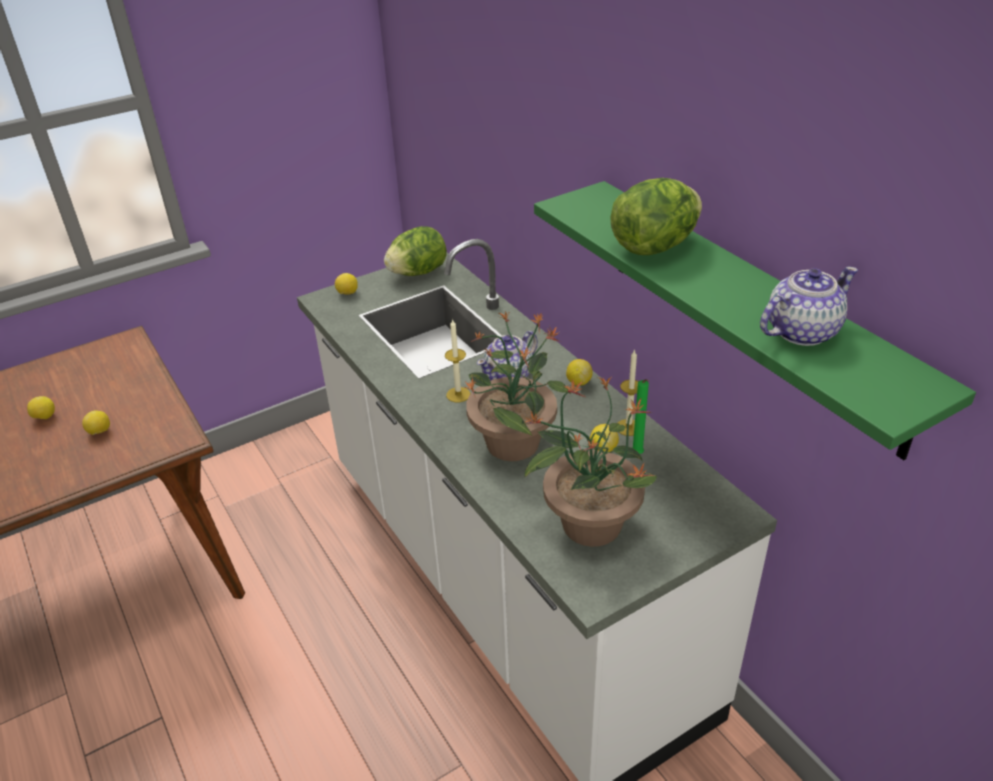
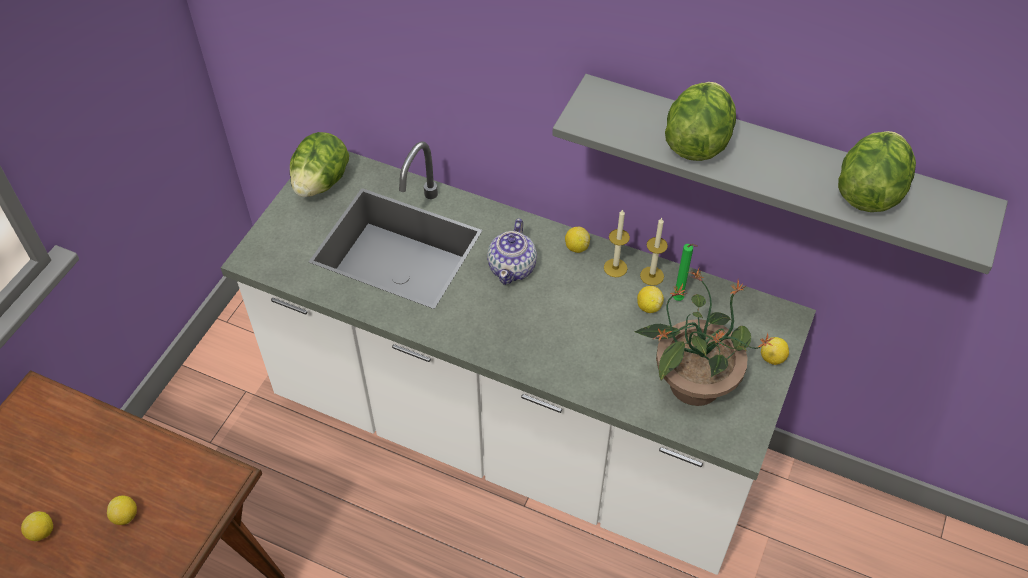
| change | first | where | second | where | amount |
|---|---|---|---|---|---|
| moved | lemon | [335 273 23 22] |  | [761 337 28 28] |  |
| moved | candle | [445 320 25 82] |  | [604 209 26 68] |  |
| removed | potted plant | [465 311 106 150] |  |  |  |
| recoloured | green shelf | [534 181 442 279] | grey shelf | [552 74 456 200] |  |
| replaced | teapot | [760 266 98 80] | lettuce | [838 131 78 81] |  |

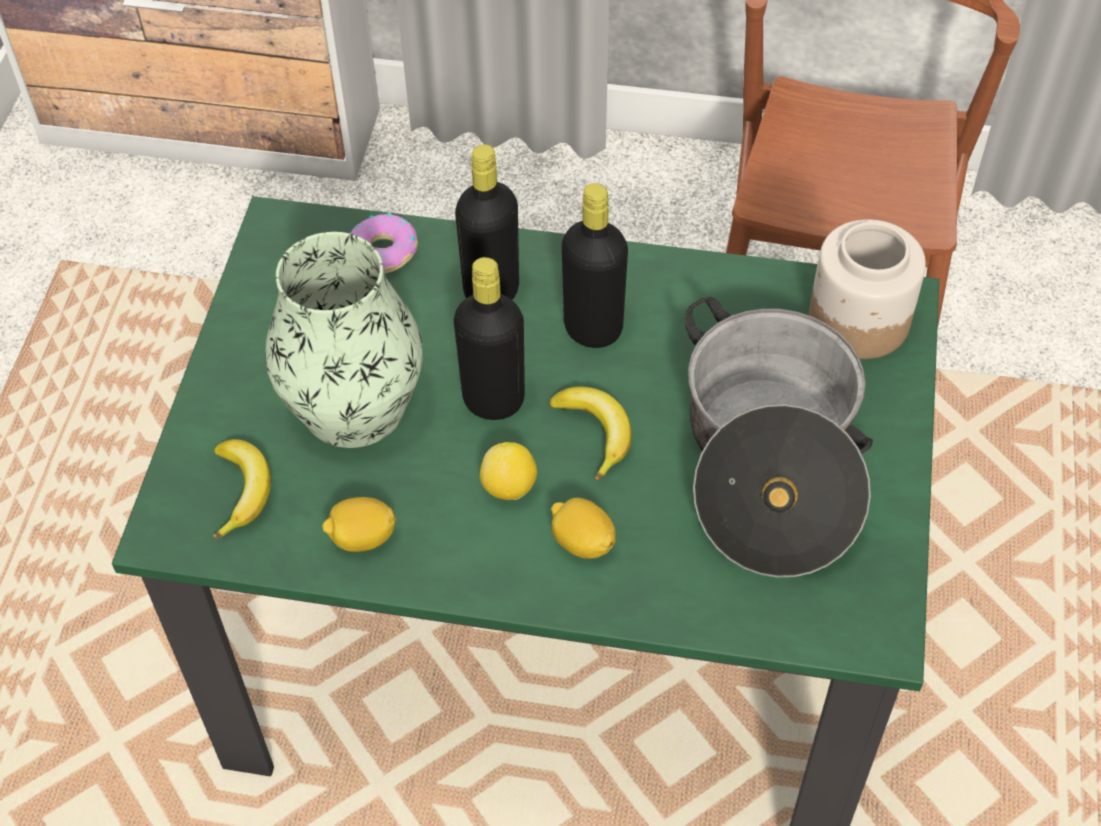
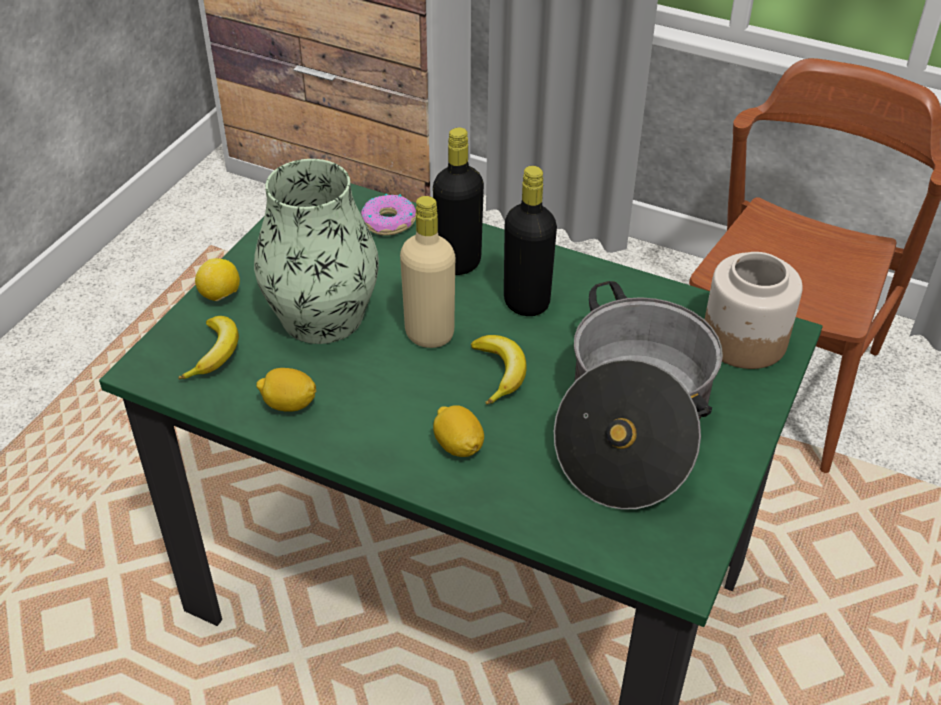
| change | first | where | second | where | amount |
|---|---|---|---|---|---|
| recoloured | black bottle | [454 257 71 163] | beige bottle | [400 196 55 152] |  |
| moved | lemon | [480 442 57 58] |  | [195 258 45 43] |  |

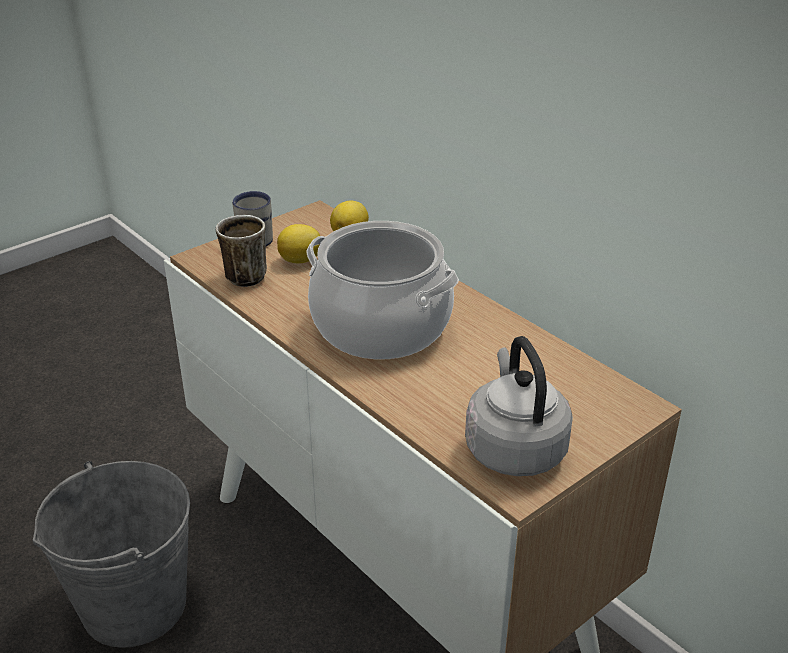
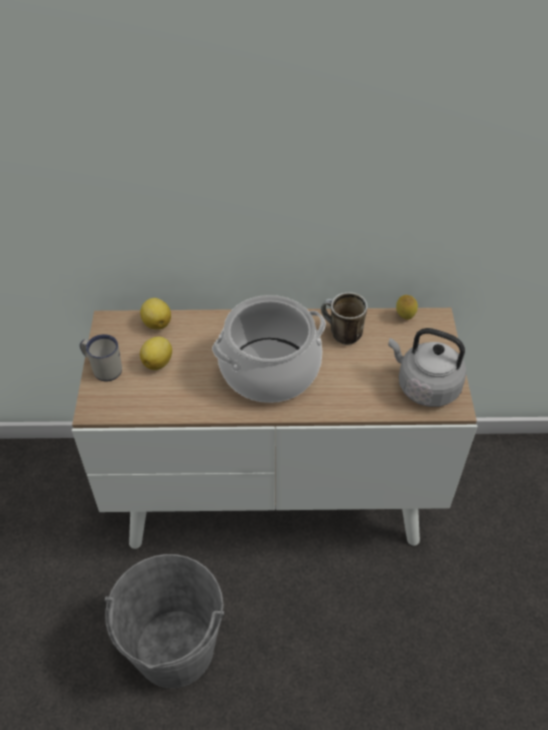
| change | first | where | second | where | amount |
|---|---|---|---|---|---|
| moved | mug | [216 215 51 72] |  | [321 292 47 53] |  |
| added |  |  | lemon | [396 295 22 25] |  |

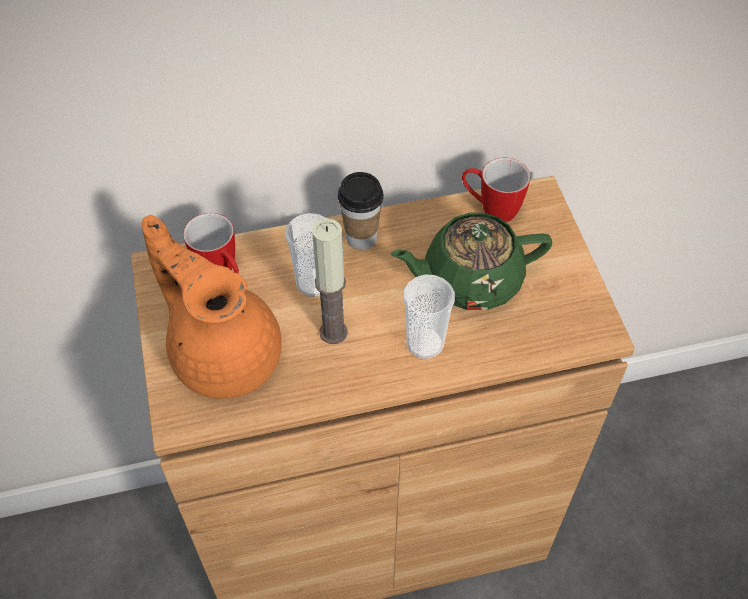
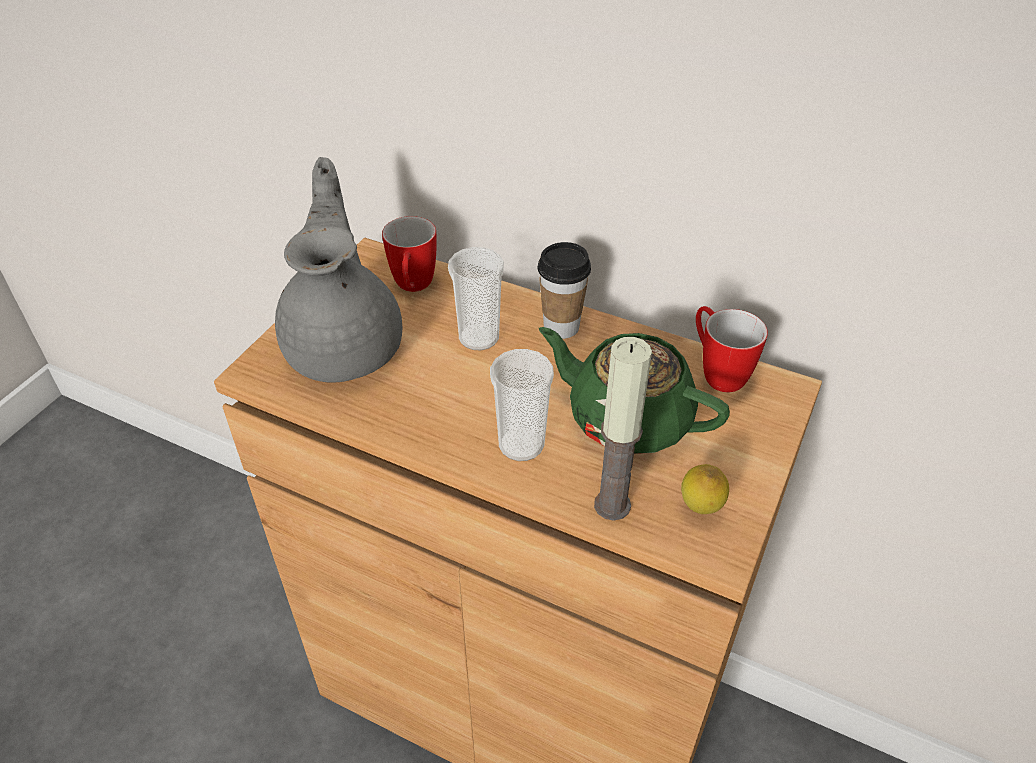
| change | first | where | second | where | amount |
|---|---|---|---|---|---|
| recoloured | orange teapot | [142 215 140 183] | grey teapot | [275 157 127 225] |  |
| moved | candle | [312 218 36 126] |  | [594 337 58 184] |  |
| added |  |  | lemon | [681 464 48 50] |  |

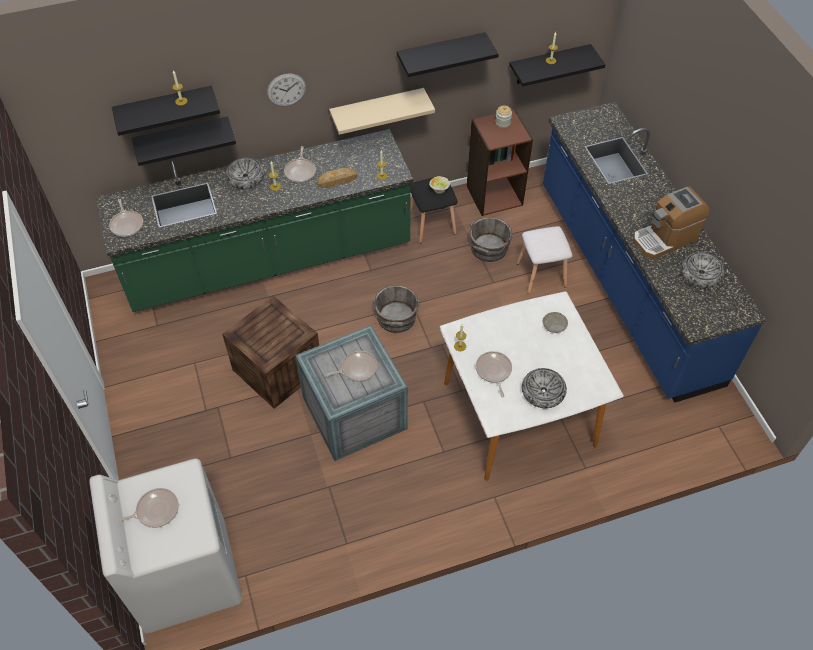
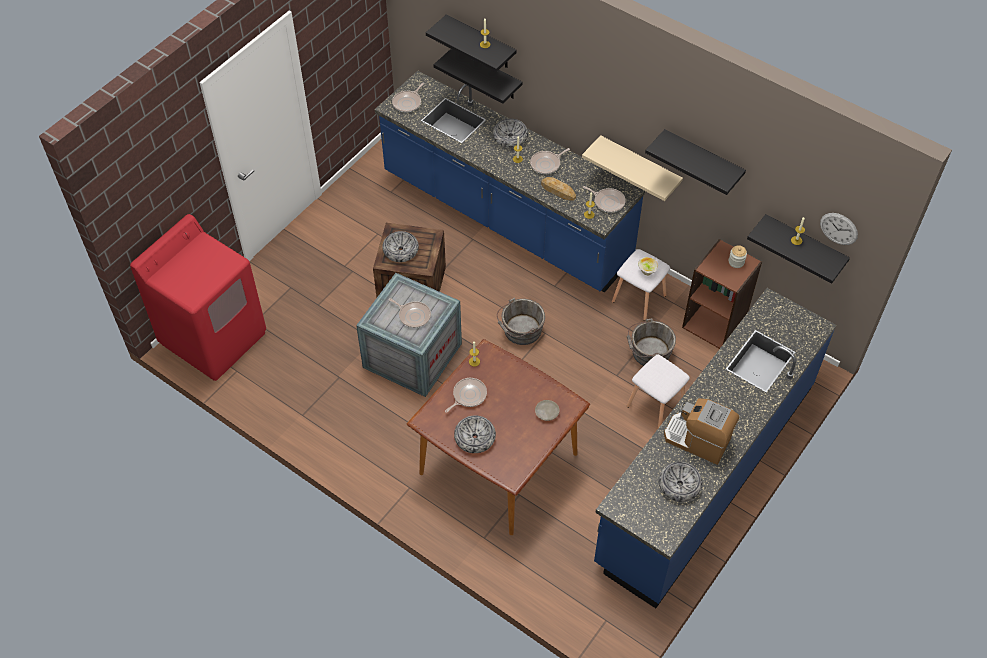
| change | first | where | second | where | amount |
|---|---|---|---|---|---|
| recoloured | white washing machine | [89 458 153 176] | red washing machine | [130 214 136 167] |  |
| recoloured | green counter | [96 129 317 183] | blue counter | [375 71 270 222] |  |
| moved | frying pan | [115 488 64 40] |  | [583 186 43 27] |  |
| moved | wall clock | [267 73 39 33] |  | [820 213 38 32] |  |
| recoloured | black stool | [410 176 48 67] | white stool | [612 249 58 72] |  |
| recoloured | white dining table | [440 291 184 190] | brown dining table | [407 339 183 196] |  |
| added |  |  | bowl | [382 231 37 31] |  |

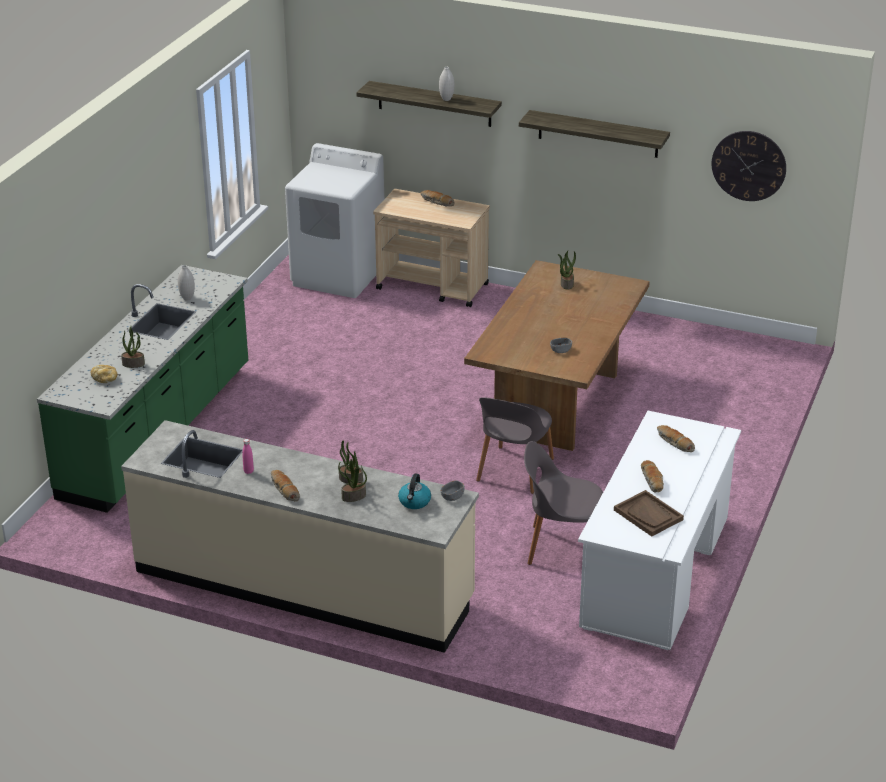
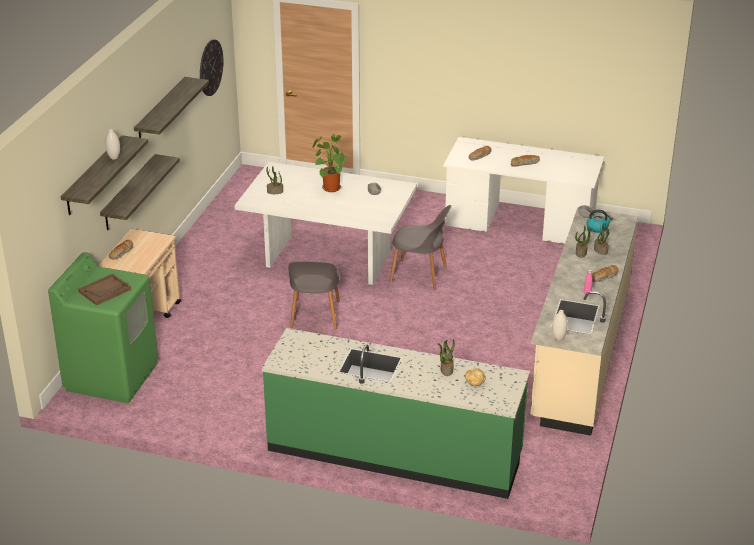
| change | first | where | second | where | amount |
|---|---|---|---|---|---|
| moved | white vase | [178 265 17 36] |  | [552 310 16 31] |  |
| recoloured | white washing machine | [285 143 99 155] | green washing machine | [48 252 110 151] |  |
| recoloured | brown dining table | [464 260 186 191] | white dining table | [235 162 182 123] |  |
| moved | grey chair | [524 441 79 124] |  | [288 261 52 68] |  |
| moved | brown tray | [614 490 70 47] |  | [78 274 53 32] |  |
| added |  |  | shelf | [100 154 80 76] |  |
| added |  |  | potted plant | [312 134 35 58] |  |

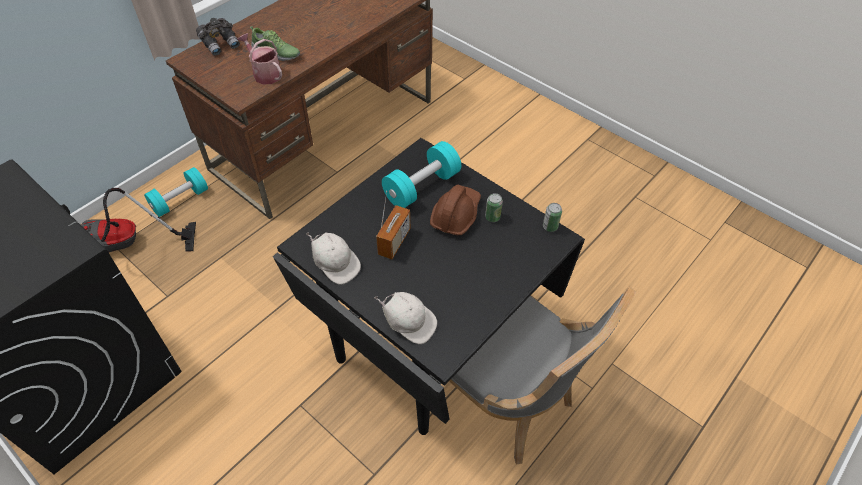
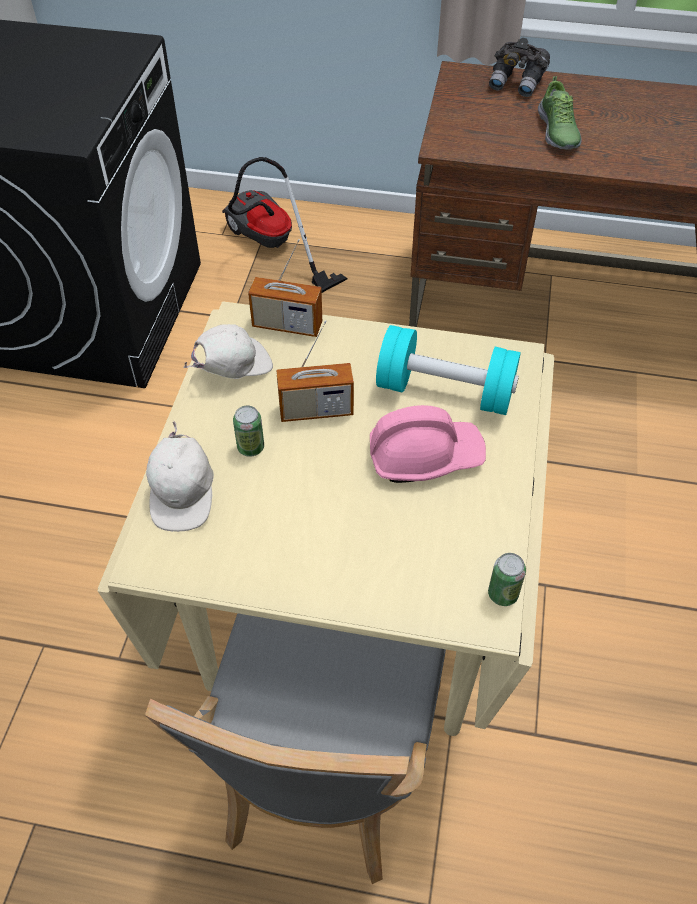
| change | first | where | second | where | amount |
|---|---|---|---|---|---|
| removed | turquoise dumbbell | [144 167 64 50] |  |  |  |
| removed | watering can | [238 33 44 52] |  |  |  |
| recoloured | black dining table | [273 138 312 297] | beige dining table | [98 301 456 435] |  |
| turned | white cap | [306 232 55 53] |  | [183 324 90 55] | 135 degrees counterclockwise |
| recoloured | brown hard hat | [430 184 51 51] | pink hard hat | [370 405 116 78] |  |
| moved | can | [485 193 18 29] |  | [233 405 31 52] |  |
| added |  |  | radio | [248 239 74 98] |  |

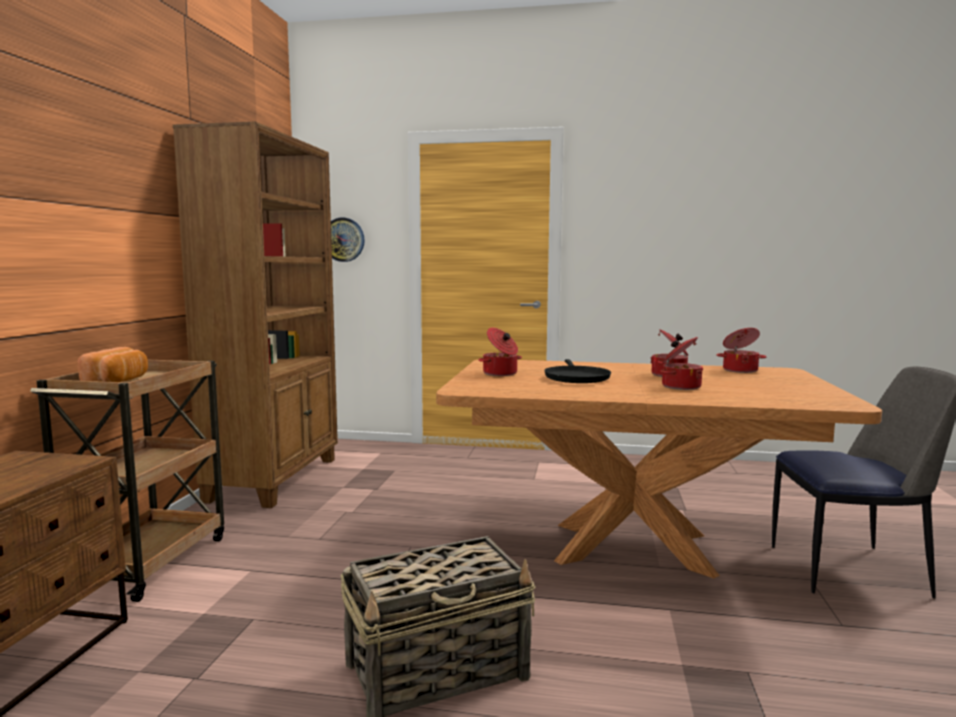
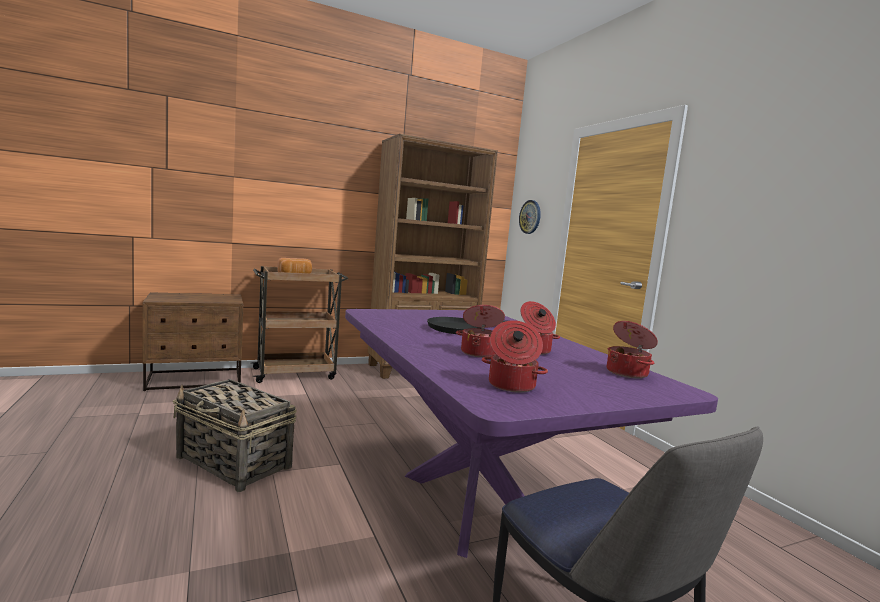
| change | first | where | second | where | amount |
|---|---|---|---|---|---|
| recoloured | brown dining table | [436 360 446 218] | purple dining table | [345 309 373 249] |  |
| moved | cooking pot | [478 328 44 48] |  | [482 320 66 73] |  |

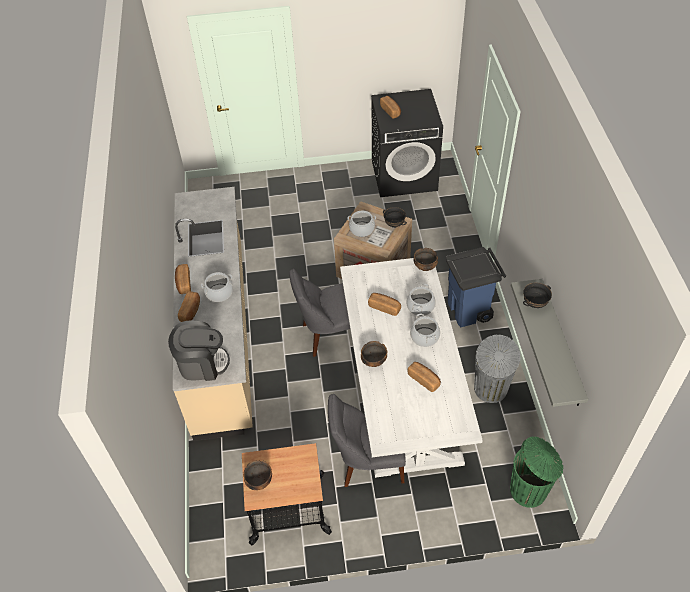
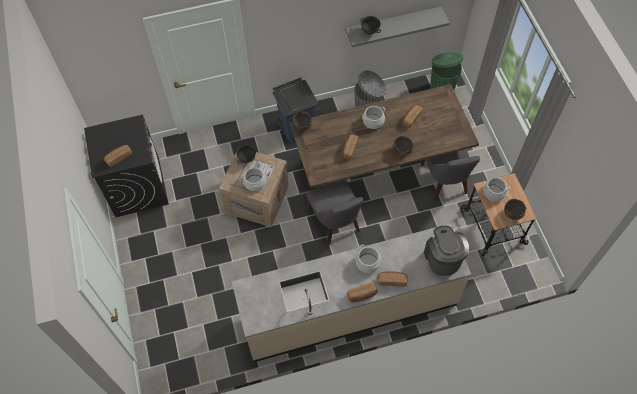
| change | first | where | second | where | amount |
|---|---|---|---|---|---|
| recoloured | white dining table | [340 258 143 220] | brown dining table | [290 84 189 104] |  |
| moved | cooking pot | [407 284 29 32] |  | [483 177 27 24] |  |

